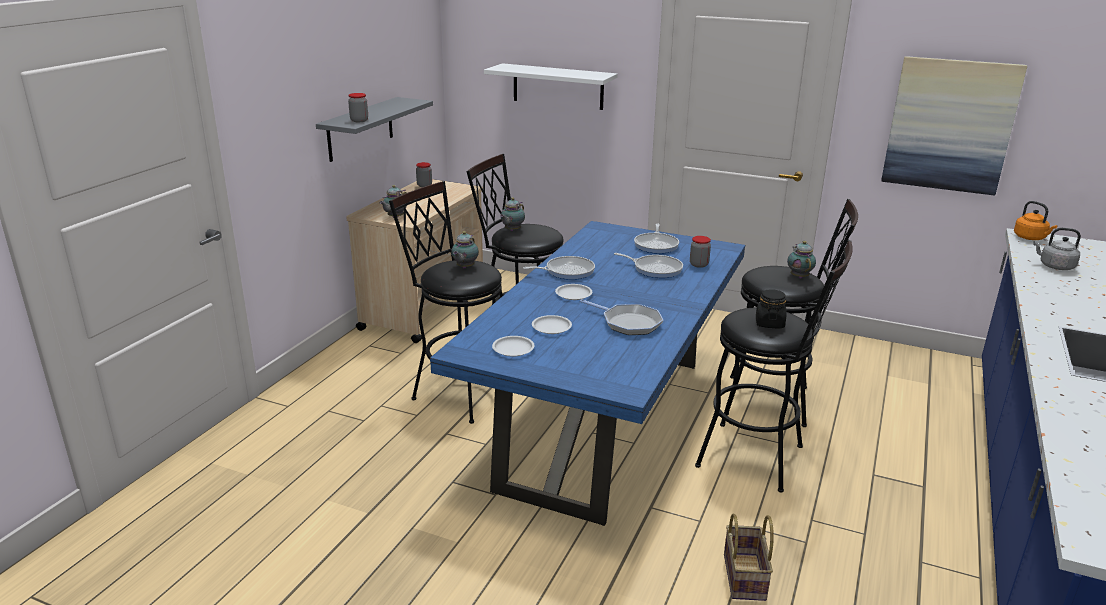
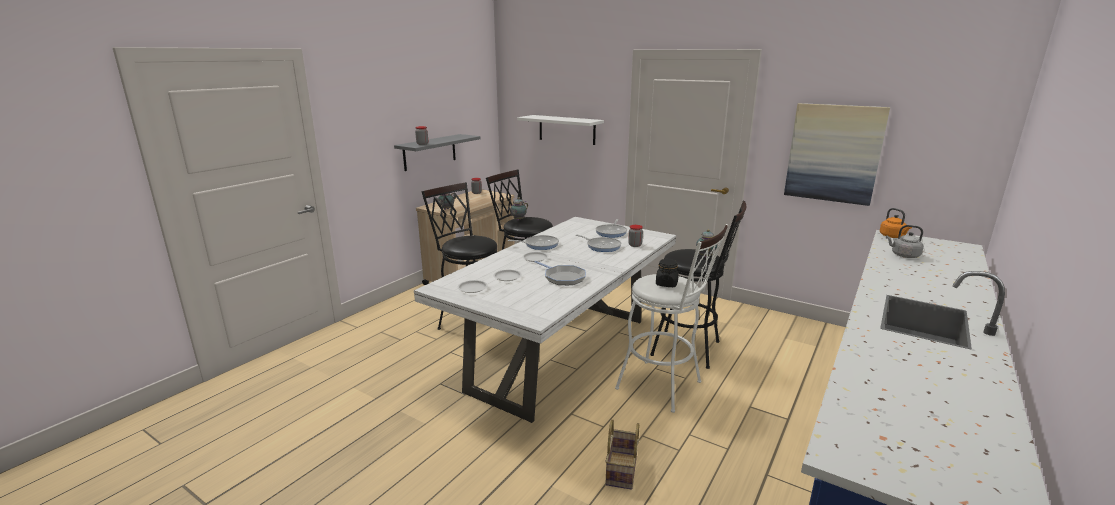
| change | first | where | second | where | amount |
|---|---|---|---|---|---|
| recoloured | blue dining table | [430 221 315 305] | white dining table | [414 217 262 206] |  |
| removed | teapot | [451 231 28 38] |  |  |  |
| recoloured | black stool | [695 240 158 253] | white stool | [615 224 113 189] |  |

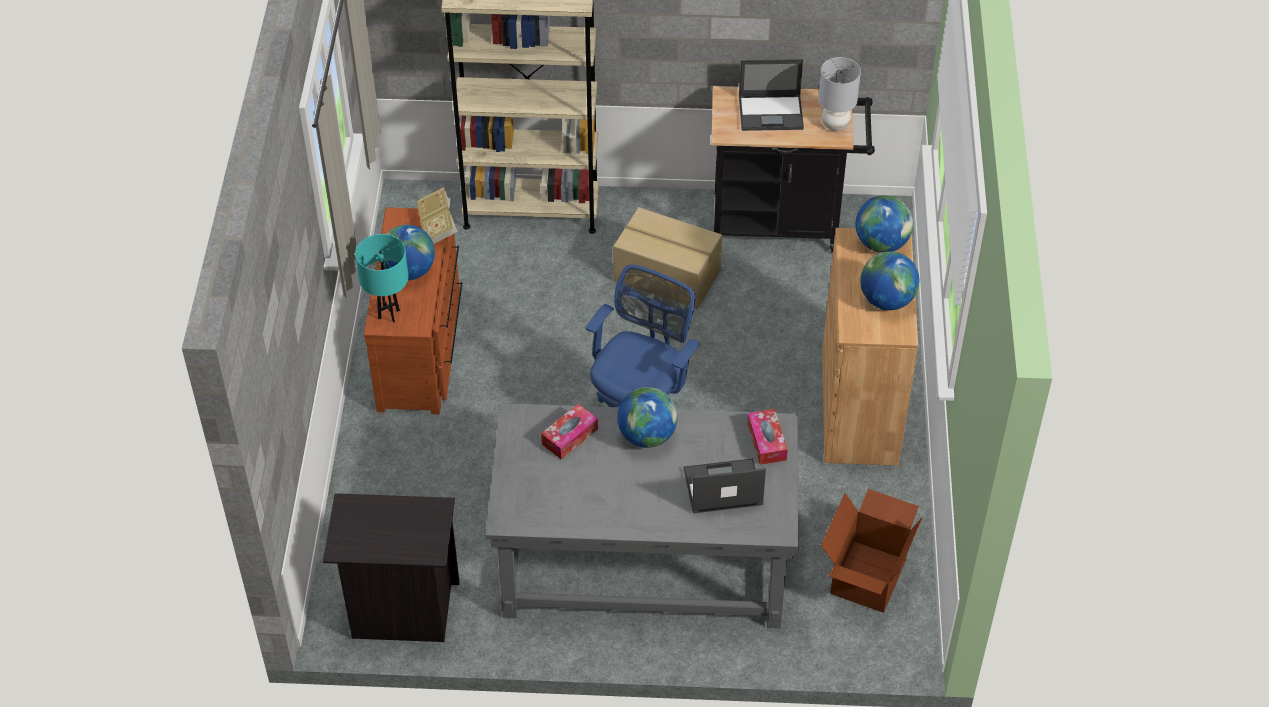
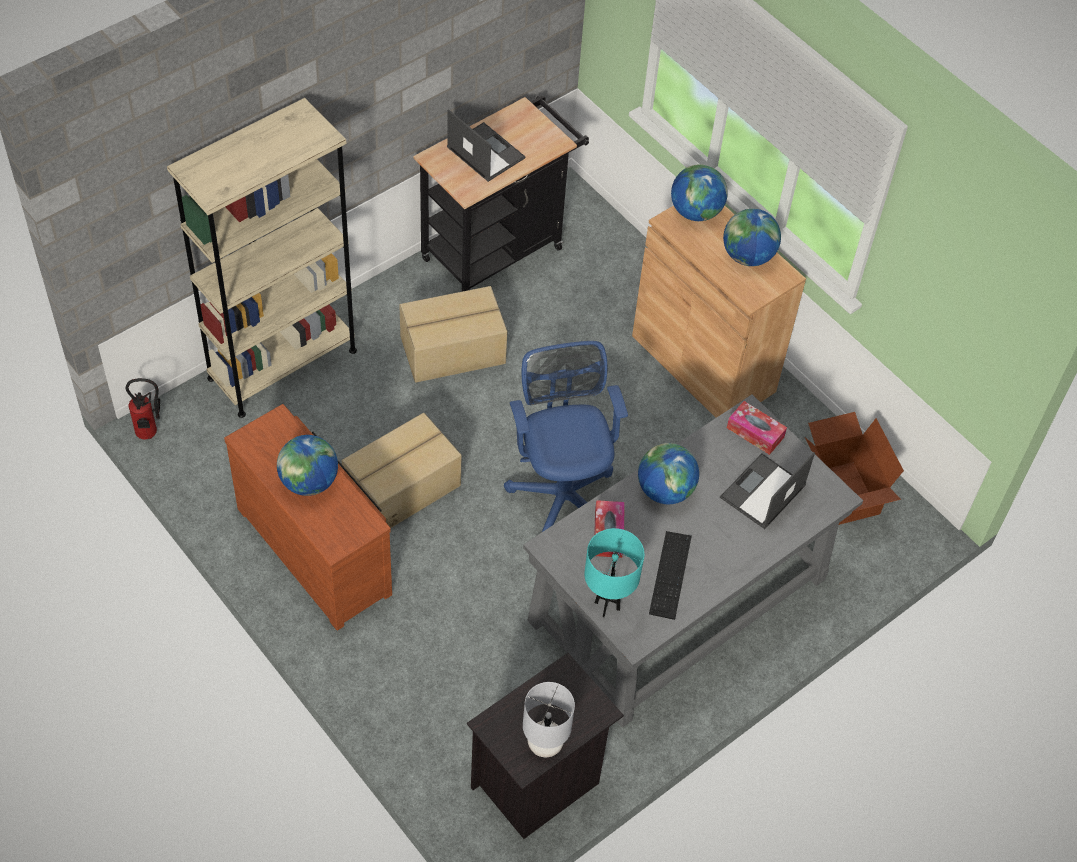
| change | first | where | second | where | amount |
|---|---|---|---|---|---|
| moved | turquoise table lamp | [355 234 53 89] |  | [584 528 60 89] |  |
| removed | book | [417 187 40 57] |  |  |  |
| turned | laptop | [739 59 65 72] |  | [447 109 79 73] | 90 degrees counterclockwise |
| moved | grey table lamp | [818 57 43 74] |  | [523 682 52 75] |  |
| added |  |  | fire extinguisher | [126 378 34 62] |  |
| added |  |  | cardboard box | [342 413 120 115] |  |
| added |  |  | keyboard | [649 531 43 89] |  |

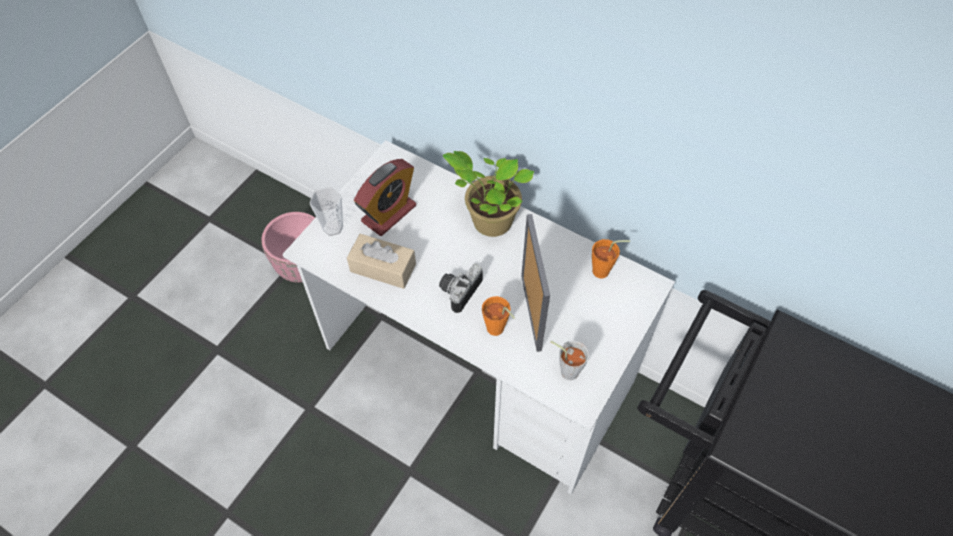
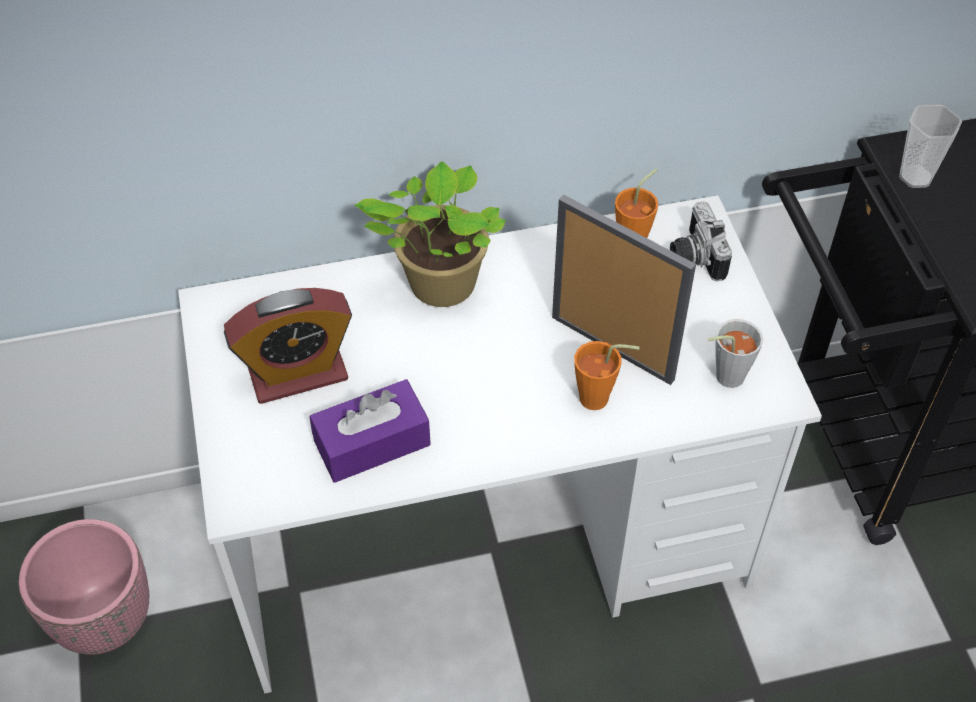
| change | first | where | second | where | amount |
|---|---|---|---|---|---|
| moved | cup | [309 187 34 49] |  | [899 104 63 84] |  |
| recoloured | beige tissue box | [347 234 69 55] | purple tissue box | [309 379 122 104] |  |
| turned | alarm clock | [354 159 62 77] |  | [224 288 128 116] | 75 degrees clockwise |
| moved | photo camera | [439 263 44 50] |  | [670 201 62 80] |  |

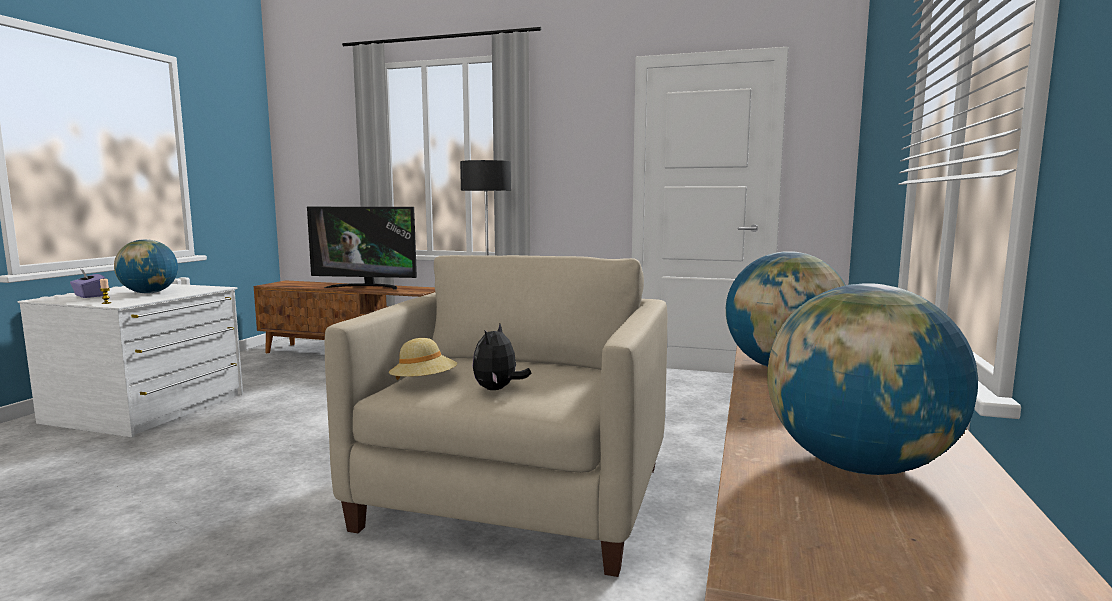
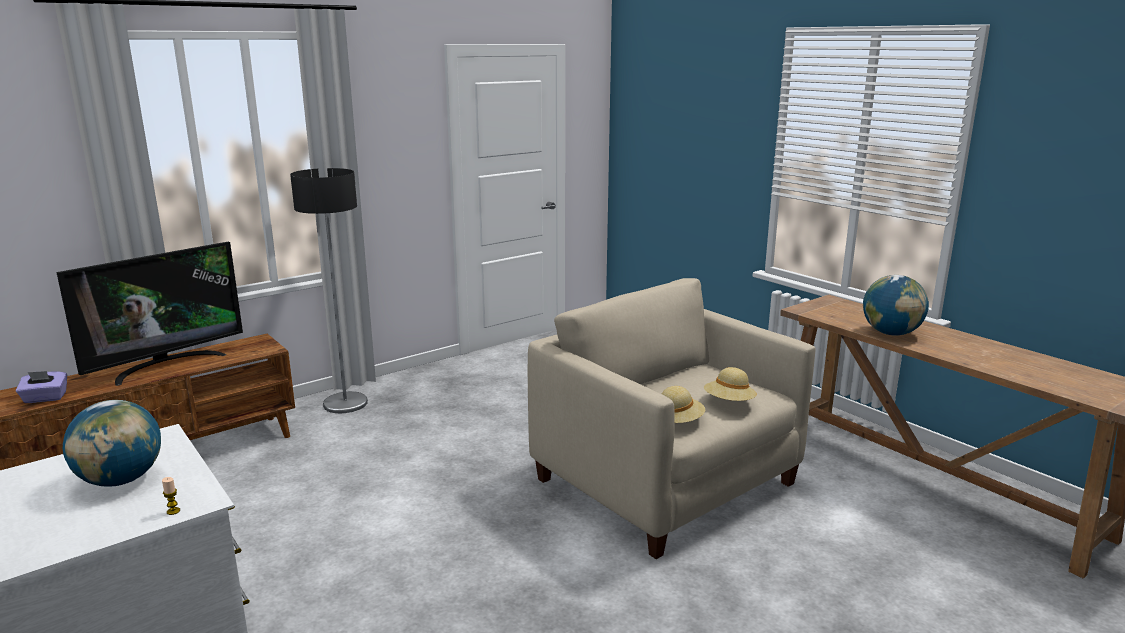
| change | first | where | second | where | amount |
|---|---|---|---|---|---|
| moved | purple tissue box | [70 269 35 29] |  | [16 371 51 32] |  |
| replaced | plush toy | [473 324 58 66] | beige hat | [704 367 53 34] |  |
| removed | globe | [767 283 211 192] |  |  |  |

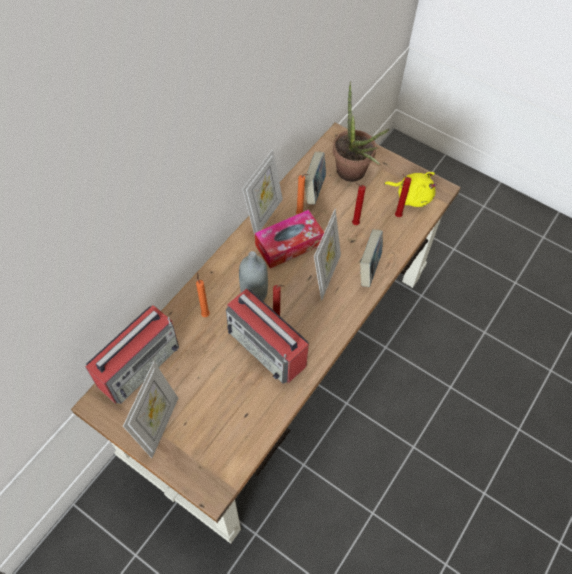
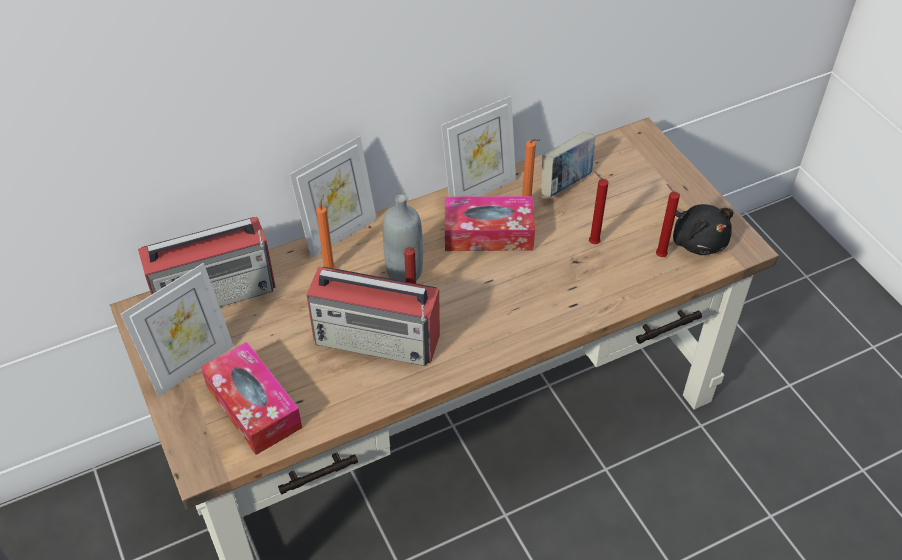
| change | first | where | second | where | amount |
|---|---|---|---|---|---|
| turned | radio | [226 289 83 95] |  | [306 267 134 99] | 60 degrees counterclockwise |
| moved | picture frame | [314 209 27 91] |  | [289 136 88 122] |  |
| removed | potted plant | [333 81 57 101] |  |  |  |
| removed | book | [360 229 23 58] |  |  |  |
| recoloured | yellow plush toy | [384 172 52 35] | black plush toy | [673 204 61 51] |  |
| added |  |  | tissue box | [201 342 101 113] |  |

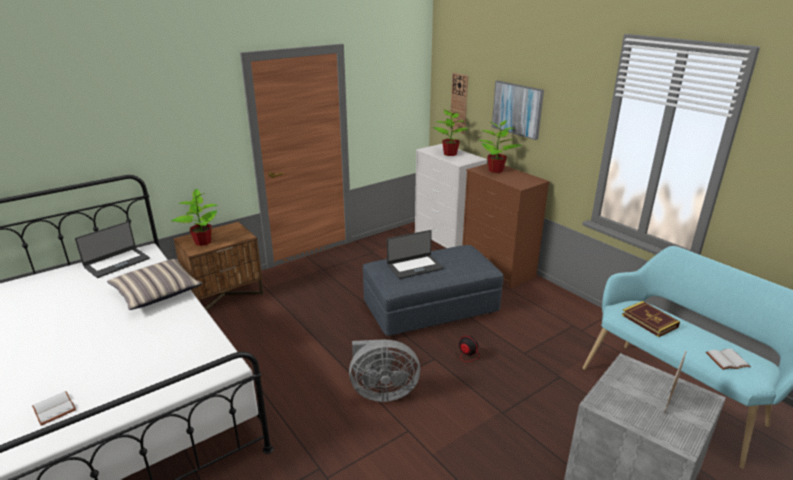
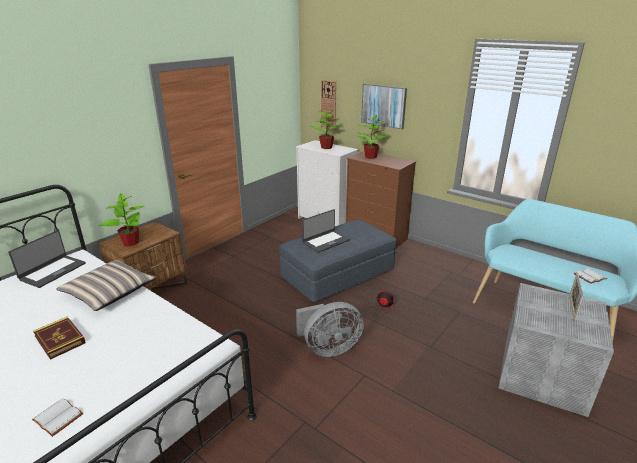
| change | first | where | second | where | amount |
|---|---|---|---|---|---|
| moved | book | [622 301 58 36] |  | [33 317 53 43] |  |

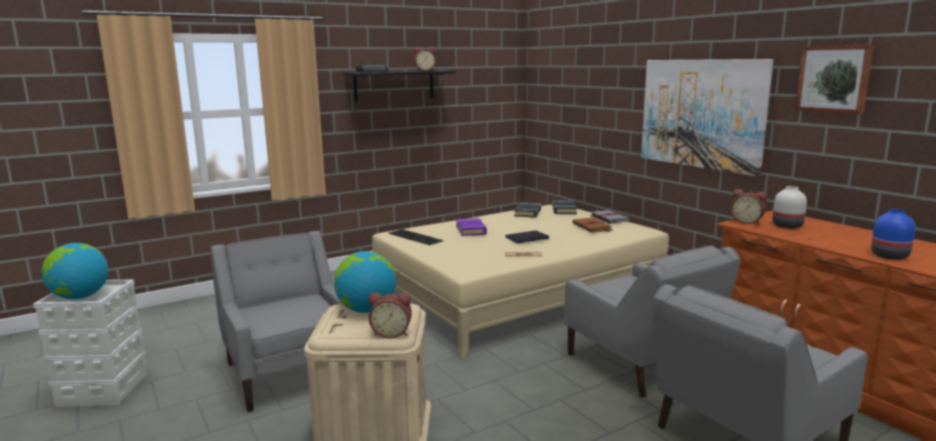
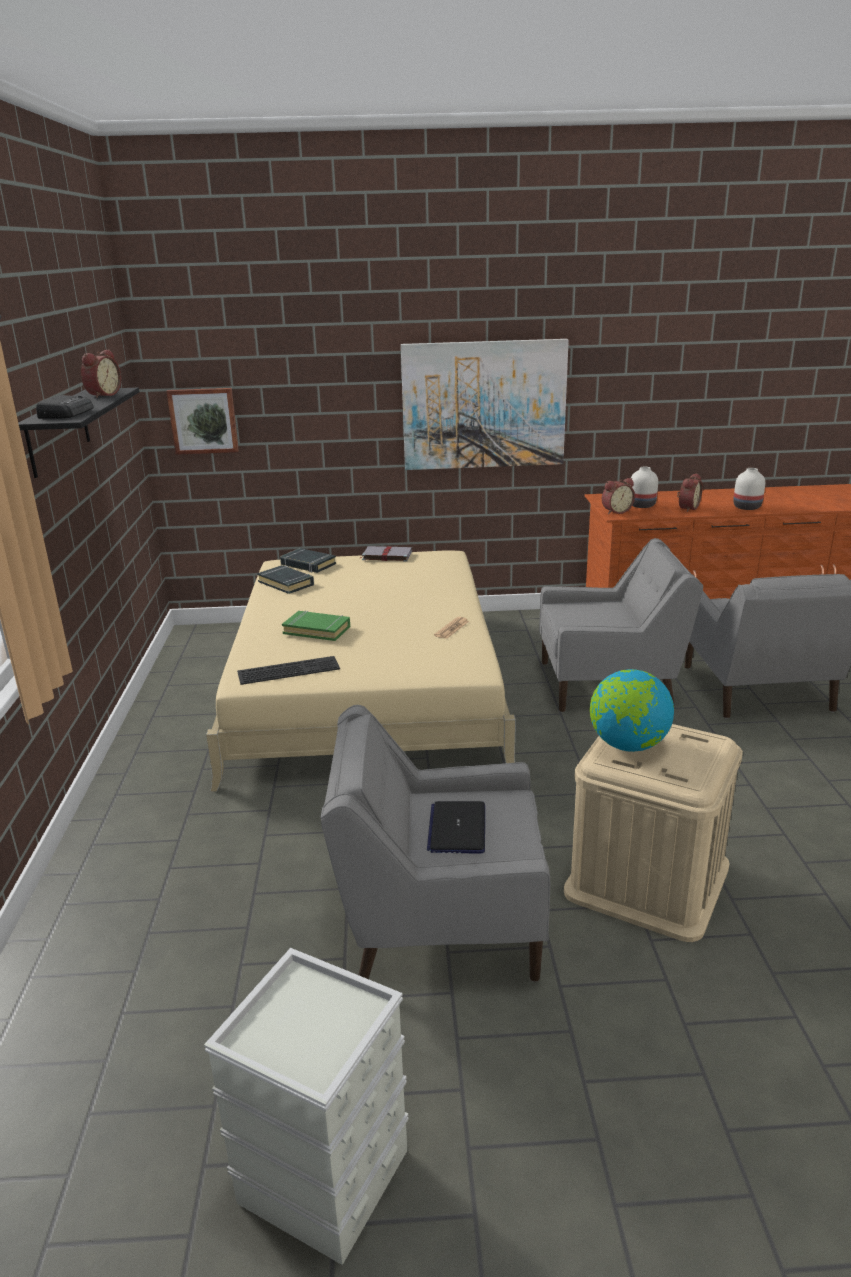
| change | first | where | second | where | amount |
|---|---|---|---|---|---|
| removed | globe | [42 243 66 56] |  |  |  |
| moved | alarm clock | [369 293 43 46] |  | [677 474 26 38] |  |
| recoloured | purple book | [456 218 31 18] | green book | [282 611 68 30] |  |
| moved | laptop | [505 230 44 13] |  | [427 801 58 53] |  |
| removed | brown book | [572 217 41 16] |  |  |  |
| moved | picture | [795 44 79 70] |  | [166 388 73 67] |  |
| recoloured | blue vase | [871 209 45 51] | white vase | [733 468 32 42] |  |

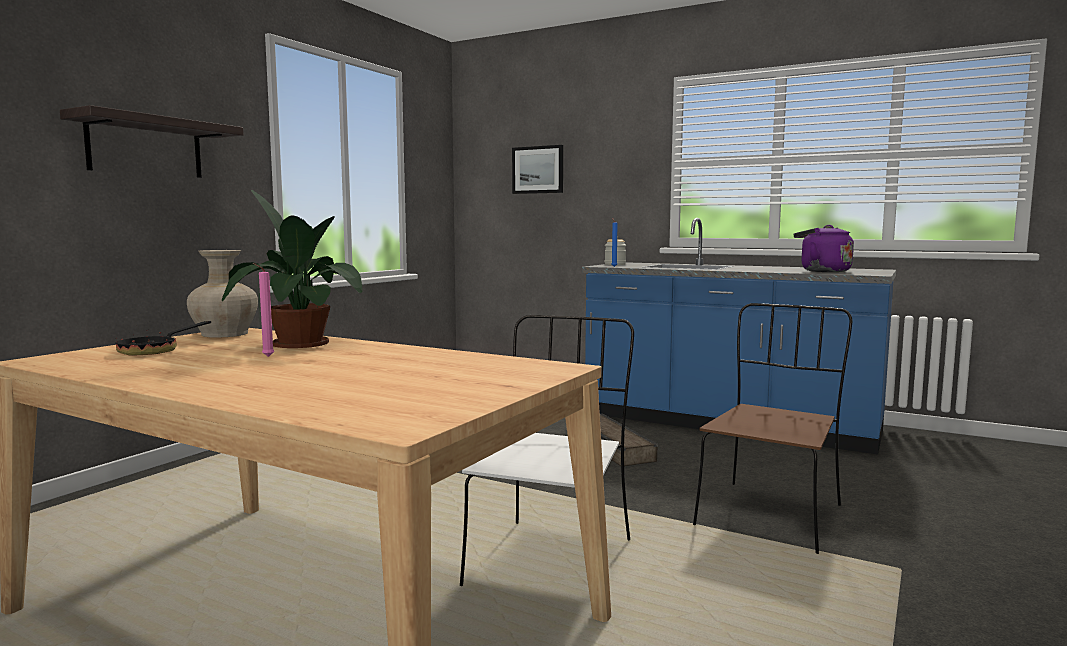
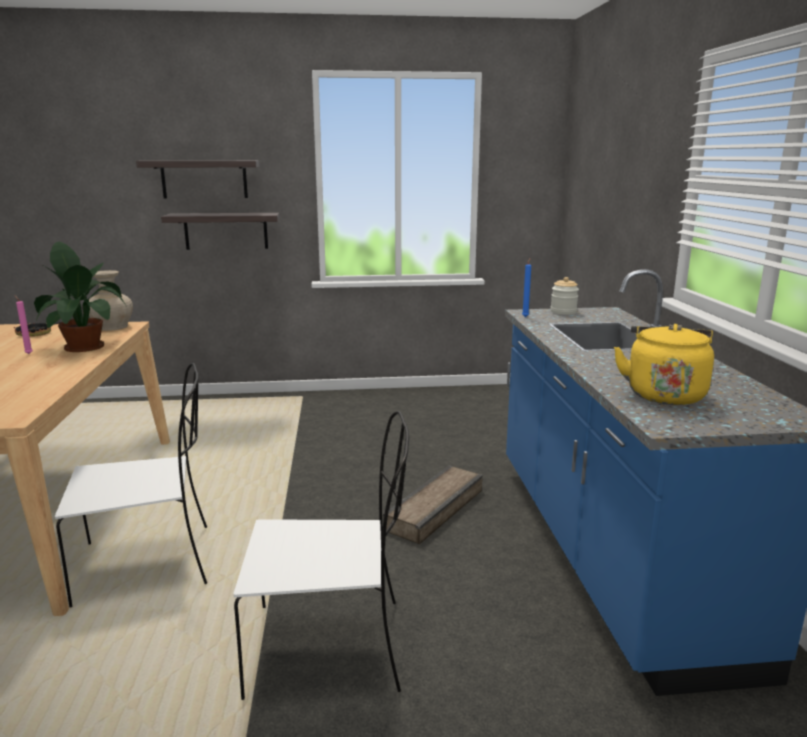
| change | first | where | second | where | amount |
|---|---|---|---|---|---|
| removed | picture | [512 145 51 49] |  |  |  |
| recoloured | brown chair | [693 303 159 251] | white chair | [234 411 175 289] |  |
| recoloured | purple kettle | [794 225 60 47] | yellow kettle | [614 324 100 81] |  |
| added |  |  | shelf | [161 213 119 37] |  |

